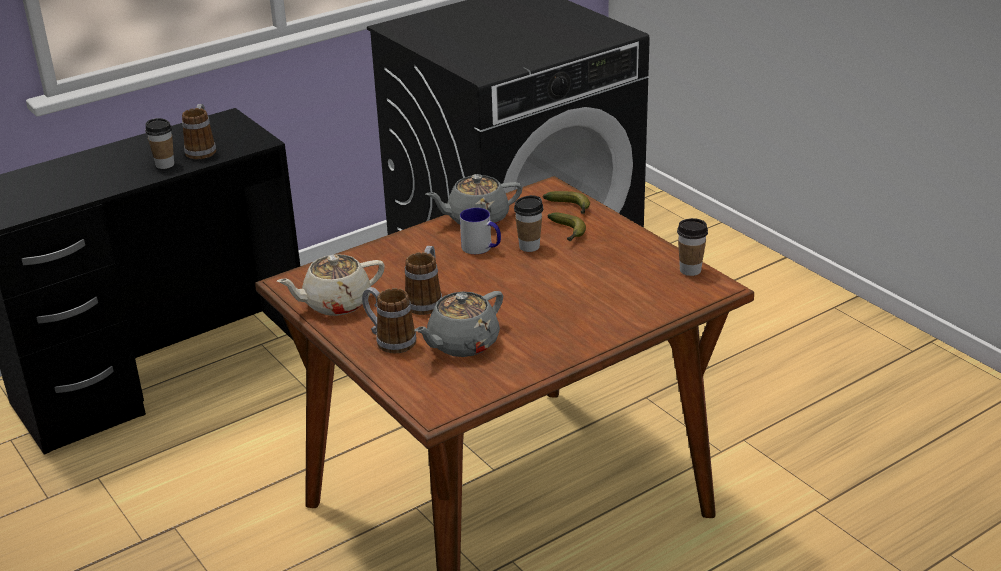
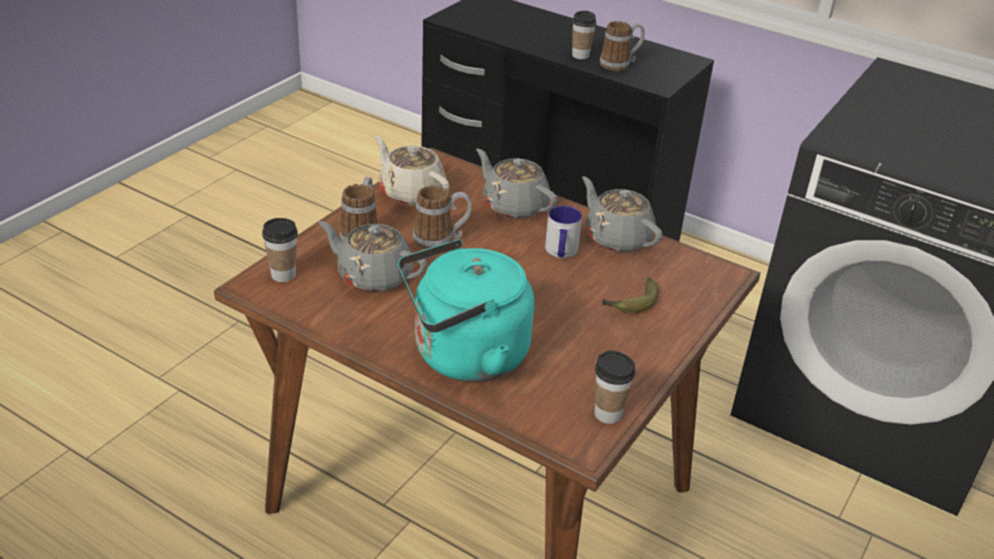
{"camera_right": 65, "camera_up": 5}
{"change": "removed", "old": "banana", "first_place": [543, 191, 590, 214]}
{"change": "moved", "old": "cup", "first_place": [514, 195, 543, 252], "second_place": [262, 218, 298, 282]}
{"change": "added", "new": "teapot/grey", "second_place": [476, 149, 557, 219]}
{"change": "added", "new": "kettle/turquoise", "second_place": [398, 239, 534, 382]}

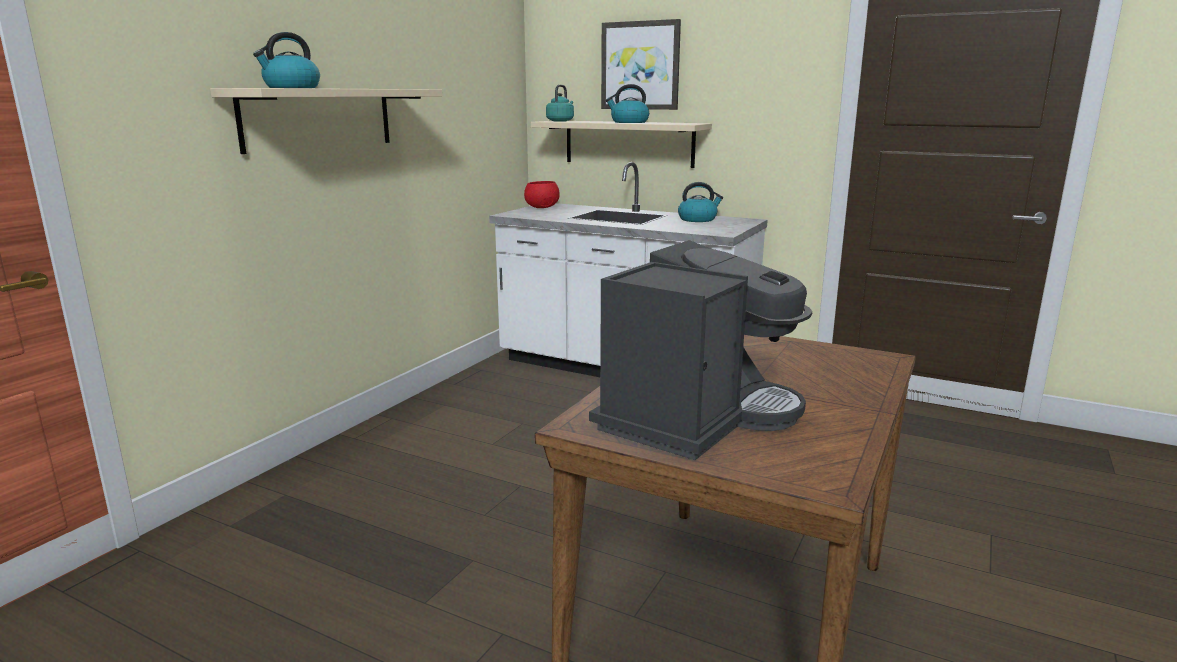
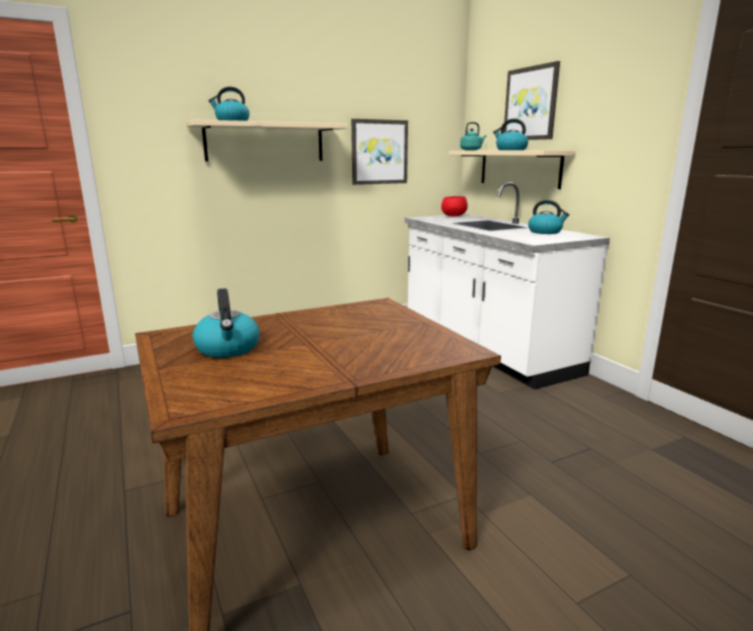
{"camera_right": 35, "camera_up": 0}
{"change": "replaced", "old": "coffee machine", "new": "kettle", "first_place": [589, 240, 812, 460], "second_place": [192, 288, 260, 358]}
{"change": "added", "new": "picture", "second_place": [351, 119, 408, 185]}

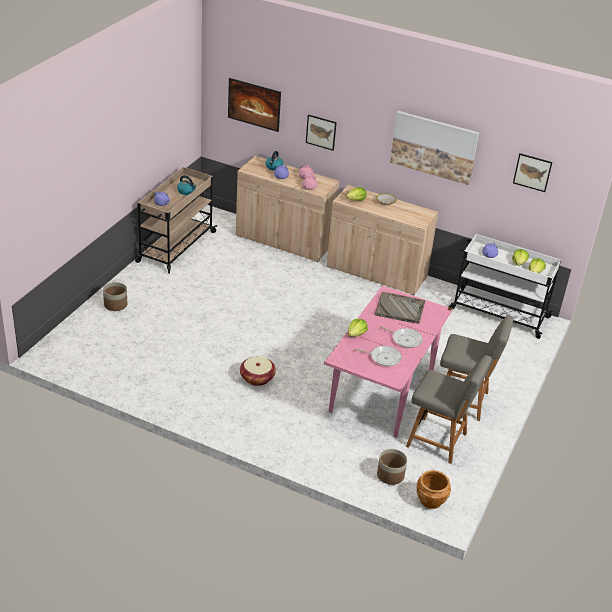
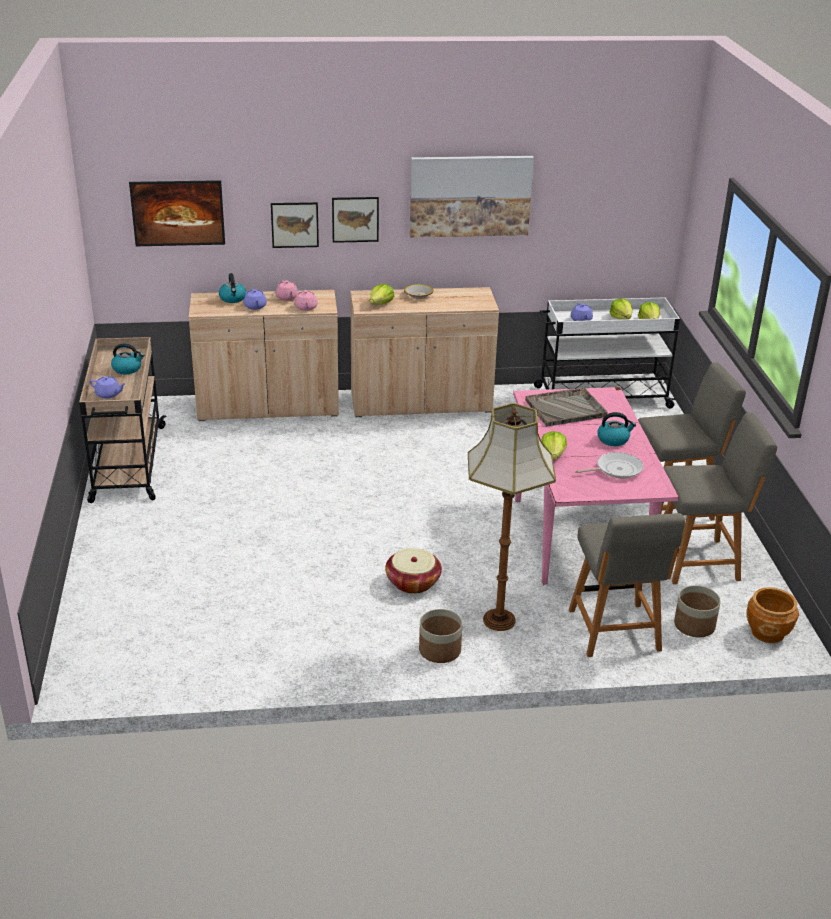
{"camera_right": -30, "camera_up": -5}
{"change": "moved", "old": "picture", "first_place": [513, 153, 552, 192], "second_place": [332, 197, 379, 243]}
{"change": "moved", "old": "planter", "first_place": [103, 282, 127, 311], "second_place": [419, 609, 463, 663]}
{"change": "replaced", "old": "frying pan", "new": "kettle", "first_place": [380, 326, 423, 348], "second_place": [598, 412, 636, 446]}
{"change": "added", "new": "floor lamp", "second_place": [468, 403, 556, 631]}
{"change": "added", "new": "chair/grey", "second_place": [569, 513, 685, 657]}

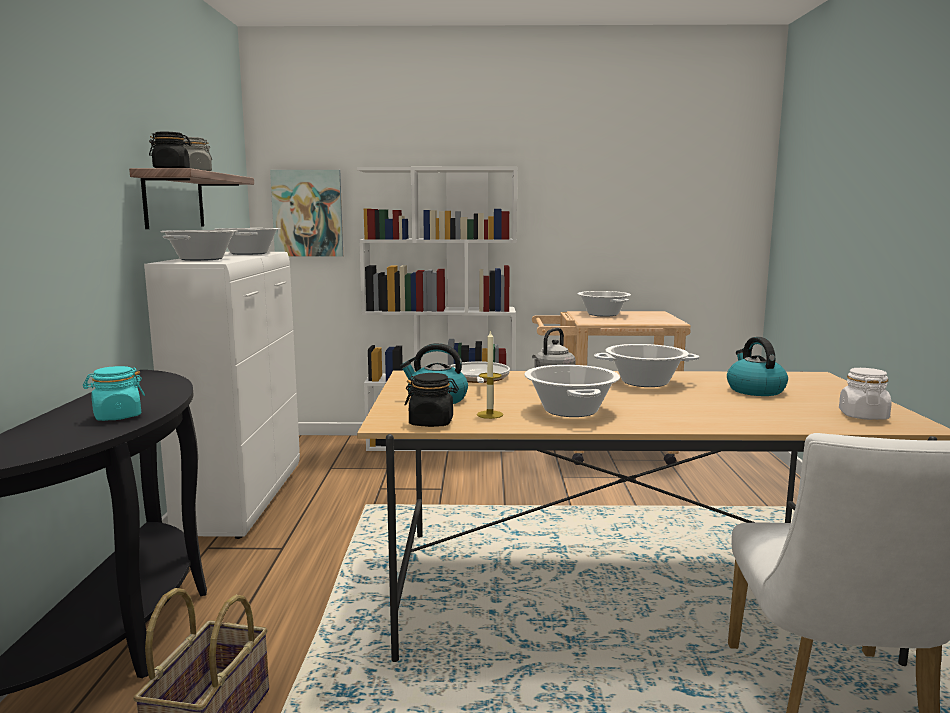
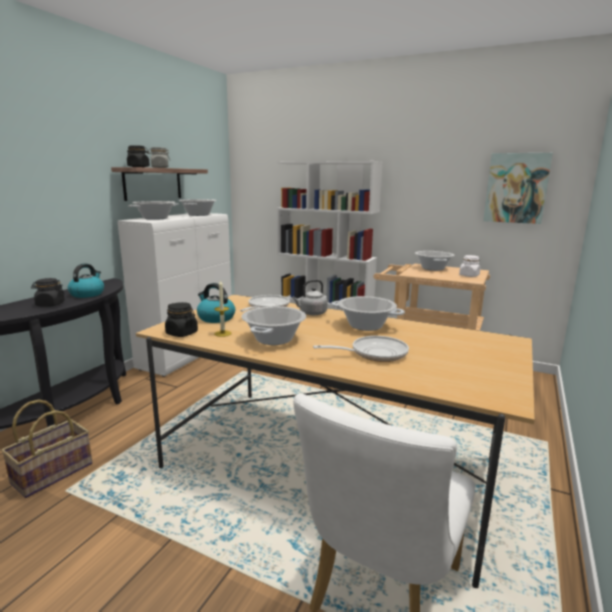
{"camera_right": 25, "camera_up": 5}
{"change": "moved", "old": "picture", "first_place": [270, 170, 343, 257], "second_place": [483, 153, 553, 224]}
{"change": "moved", "old": "kettle", "first_place": [727, 337, 788, 396], "second_place": [68, 263, 104, 298]}
{"change": "recoloured", "old": "jar/turquoise", "new": "jar/black", "first_place": [83, 366, 145, 421], "second_place": [31, 278, 65, 307]}
{"change": "moved", "old": "jar/white", "first_place": [839, 368, 892, 420], "second_place": [459, 255, 480, 277]}
{"change": "added", "new": "frying pan", "second_place": [313, 336, 409, 362]}

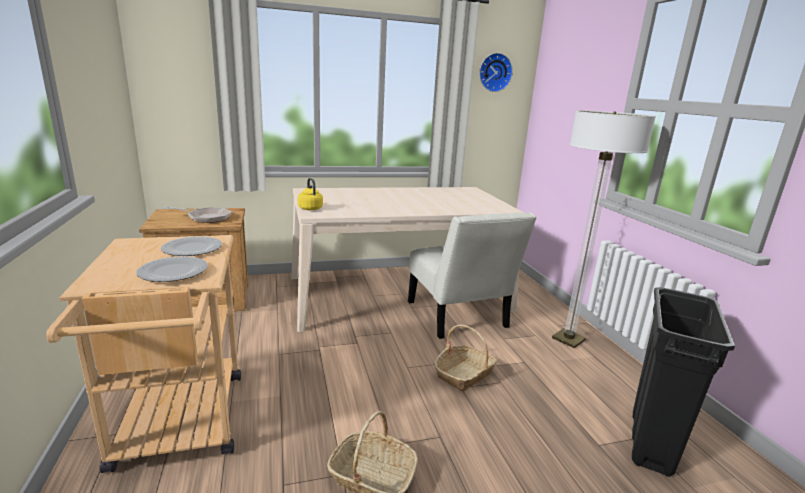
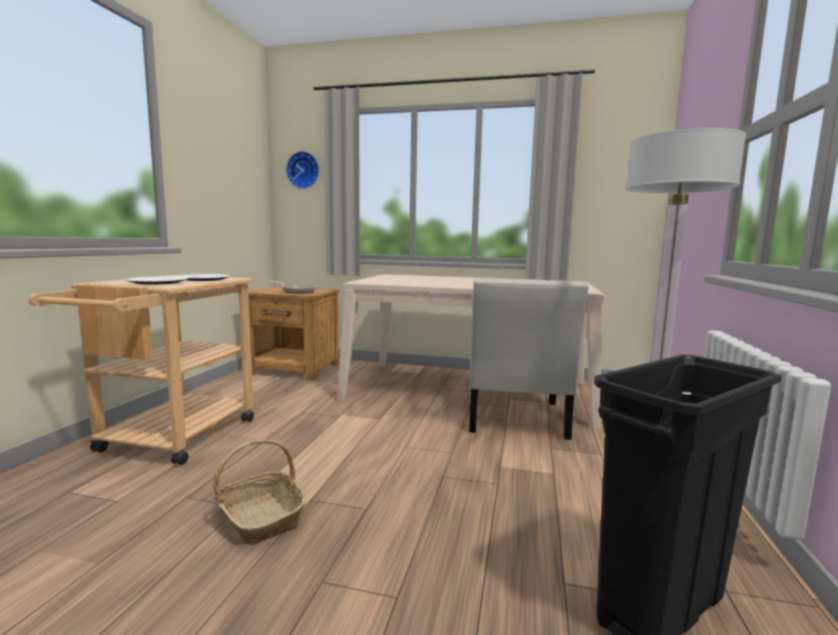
{"camera_right": 30, "camera_up": -10}
{"change": "moved", "old": "wall clock", "first_place": [479, 53, 513, 92], "second_place": [286, 151, 319, 189]}
{"change": "removed", "old": "kettle/yellow", "first_place": [298, 178, 323, 210]}
{"change": "removed", "old": "basket", "first_place": [434, 324, 497, 391]}

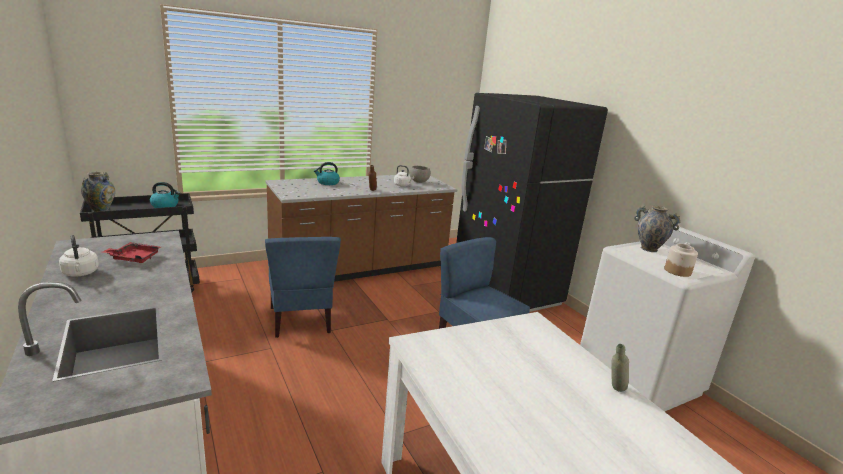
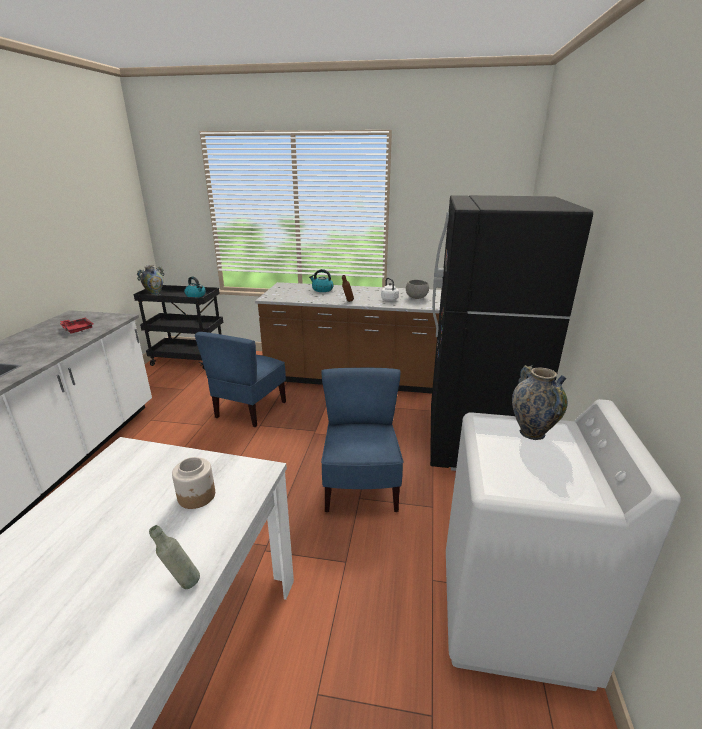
{"camera_right": 40, "camera_up": 5}
{"change": "removed", "old": "kettle/white", "first_place": [59, 235, 99, 277]}
{"change": "moved", "old": "jar", "first_place": [664, 244, 698, 277], "second_place": [172, 457, 215, 509]}

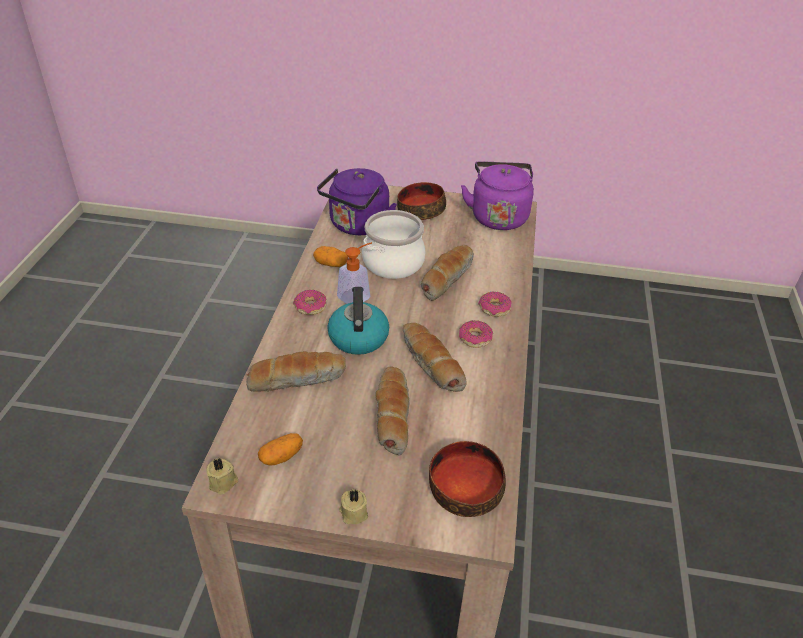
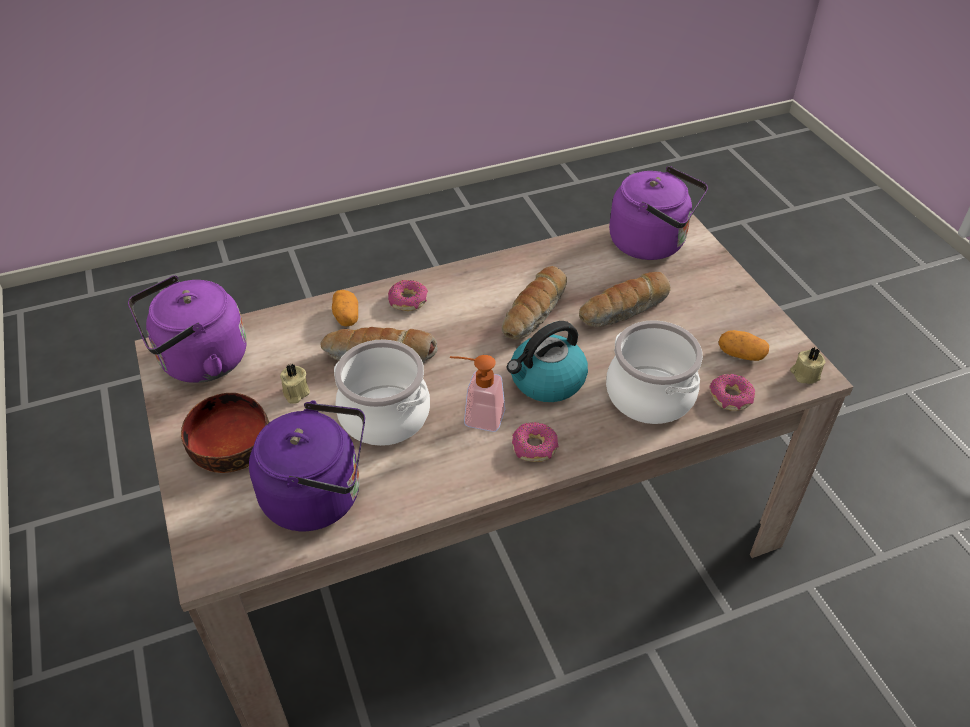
{"camera_right": -120, "camera_up": 5}
{"change": "moved", "old": "potato", "first_place": [313, 246, 348, 267], "second_place": [332, 290, 358, 327]}
{"change": "moved", "old": "donut", "first_place": [459, 320, 493, 348], "second_place": [710, 374, 755, 411]}
{"change": "replaced", "old": "bread", "new": "cooking pot", "first_place": [246, 351, 346, 392], "second_place": [606, 320, 703, 424]}
{"change": "replaced", "old": "bowl", "new": "kettle/purple", "first_place": [429, 441, 506, 517], "second_place": [609, 166, 708, 260]}
{"change": "moved", "old": "candle/beige", "first_place": [339, 489, 368, 524], "second_place": [280, 364, 310, 404]}

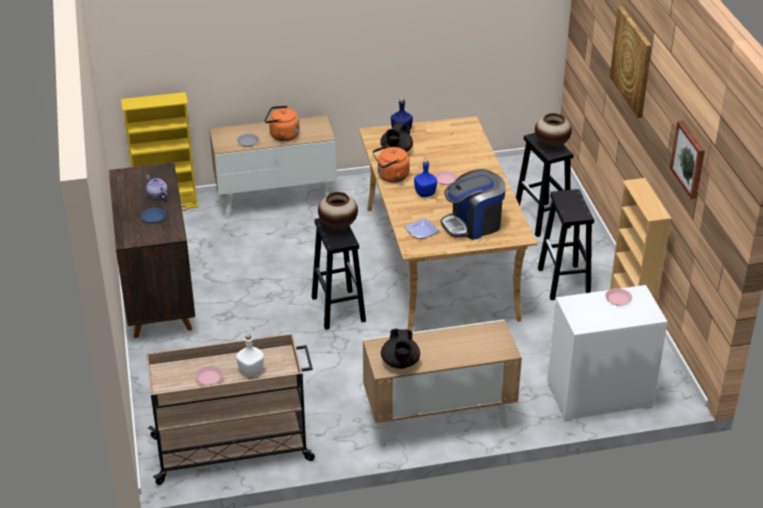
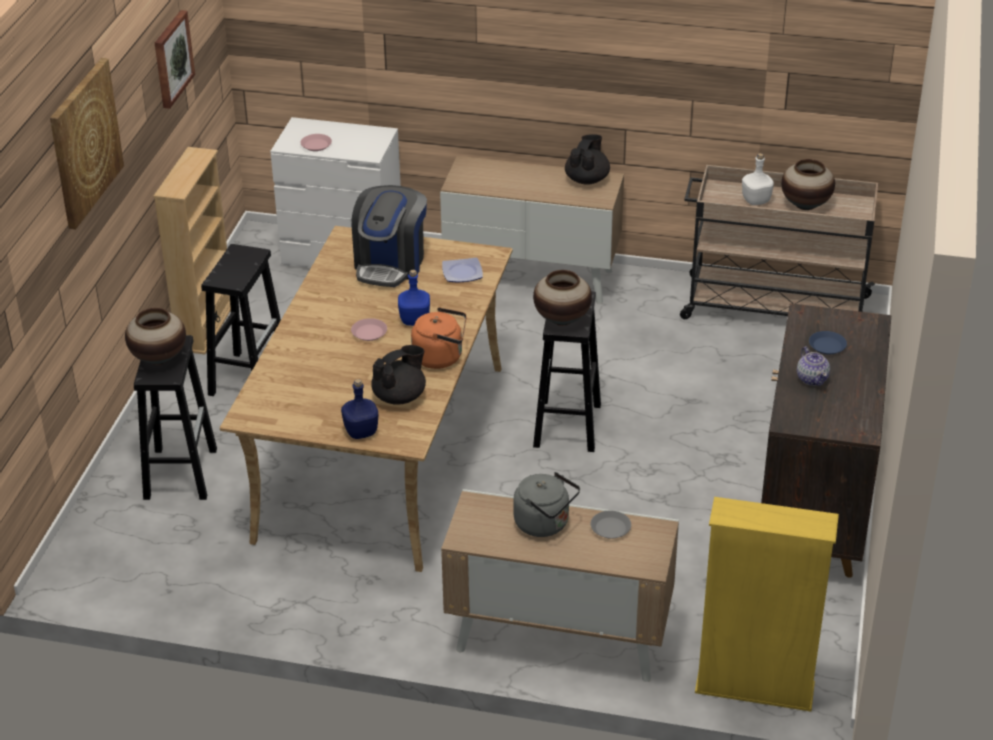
{"camera_right": -155, "camera_up": 0}
{"change": "recoloured", "old": "kettle/orange", "new": "kettle/grey", "first_place": [264, 105, 300, 141], "second_place": [513, 472, 580, 537]}
{"change": "turned", "old": "coffee machine", "first_place": [440, 169, 506, 240], "second_place": [352, 185, 427, 287], "degrees": 105}
{"change": "replaced", "old": "plate/pink", "new": "vase", "first_place": [195, 366, 223, 385], "second_place": [781, 159, 835, 210]}

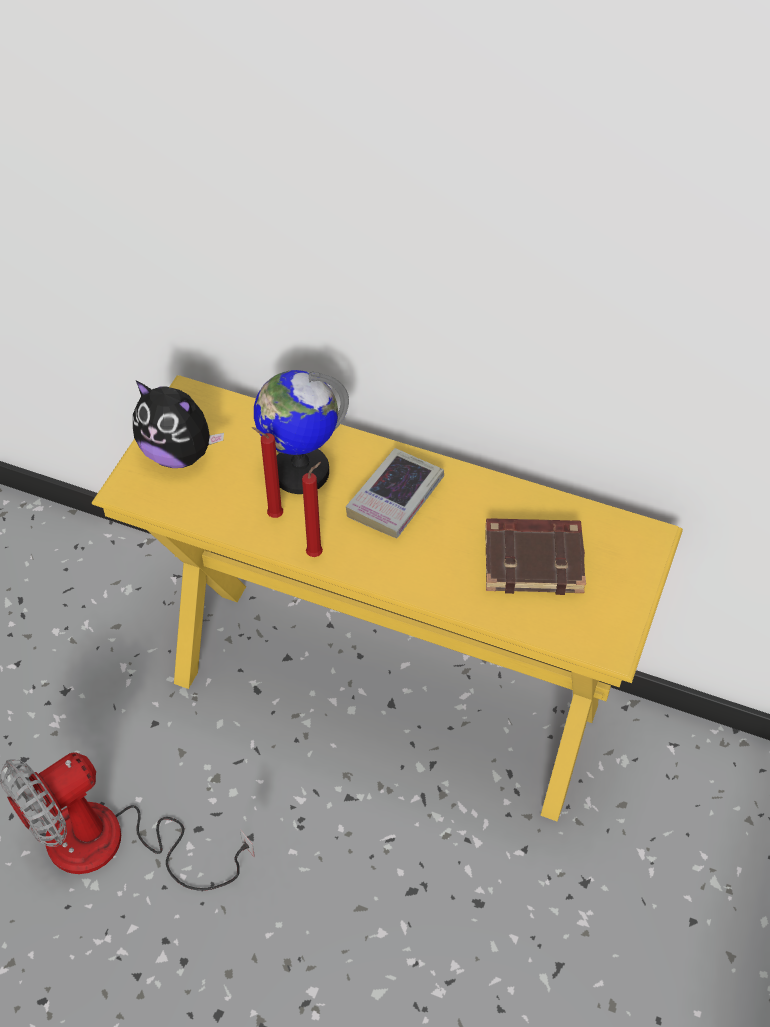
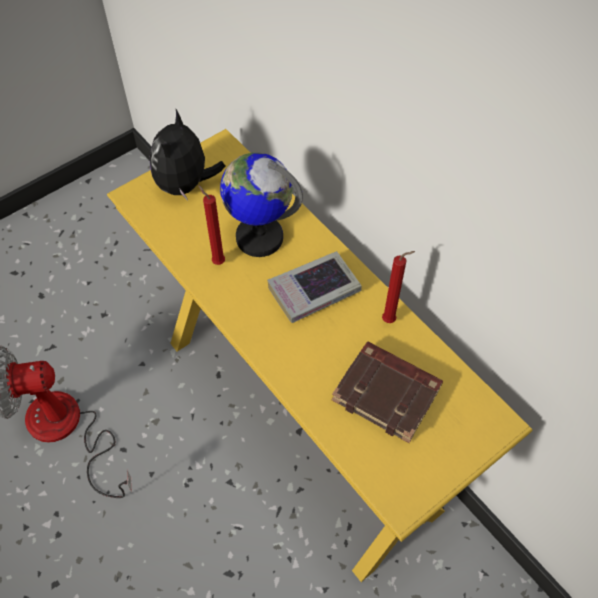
{"camera_right": 30, "camera_up": 5}
{"change": "turned", "old": "plush toy", "first_place": [133, 381, 224, 468], "second_place": [150, 109, 225, 201], "degrees": 45}
{"change": "moved", "old": "candle/red", "first_place": [302, 462, 323, 557], "second_place": [382, 251, 415, 323]}

